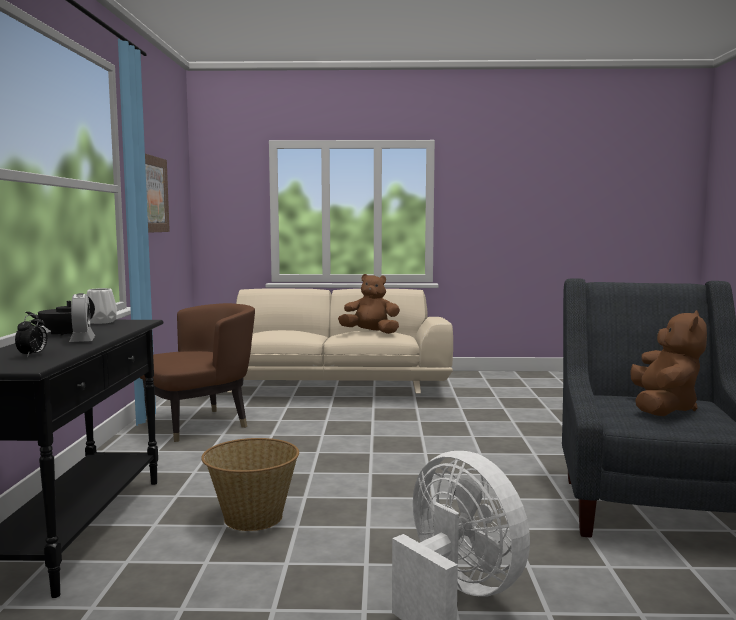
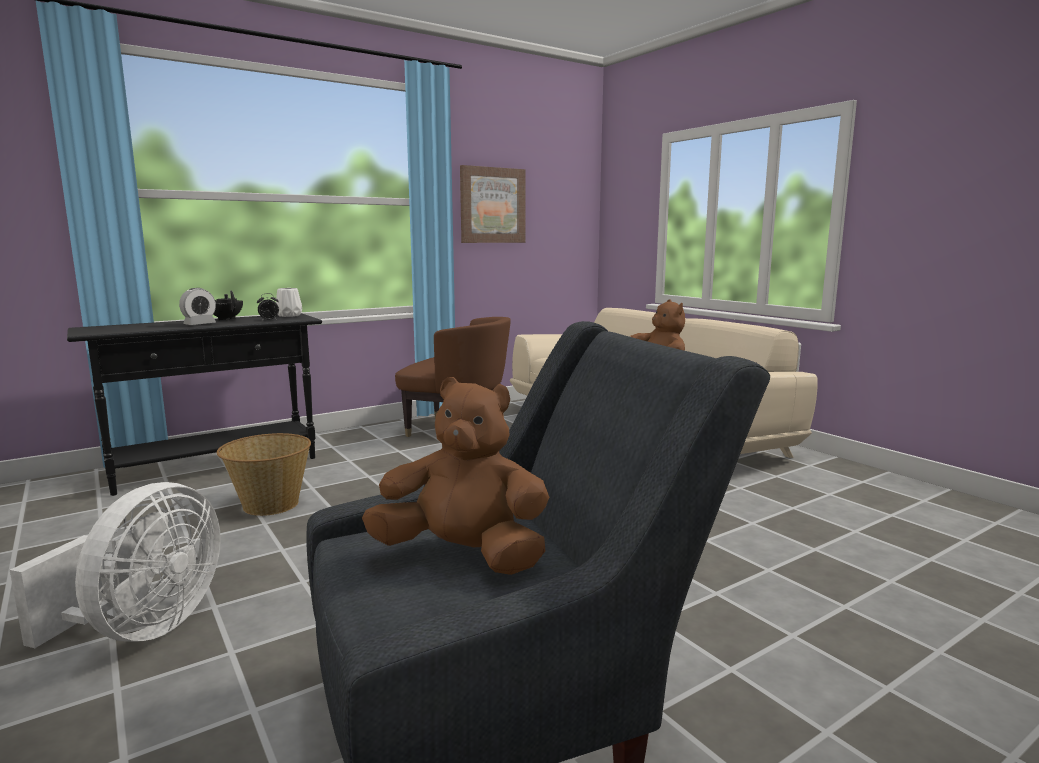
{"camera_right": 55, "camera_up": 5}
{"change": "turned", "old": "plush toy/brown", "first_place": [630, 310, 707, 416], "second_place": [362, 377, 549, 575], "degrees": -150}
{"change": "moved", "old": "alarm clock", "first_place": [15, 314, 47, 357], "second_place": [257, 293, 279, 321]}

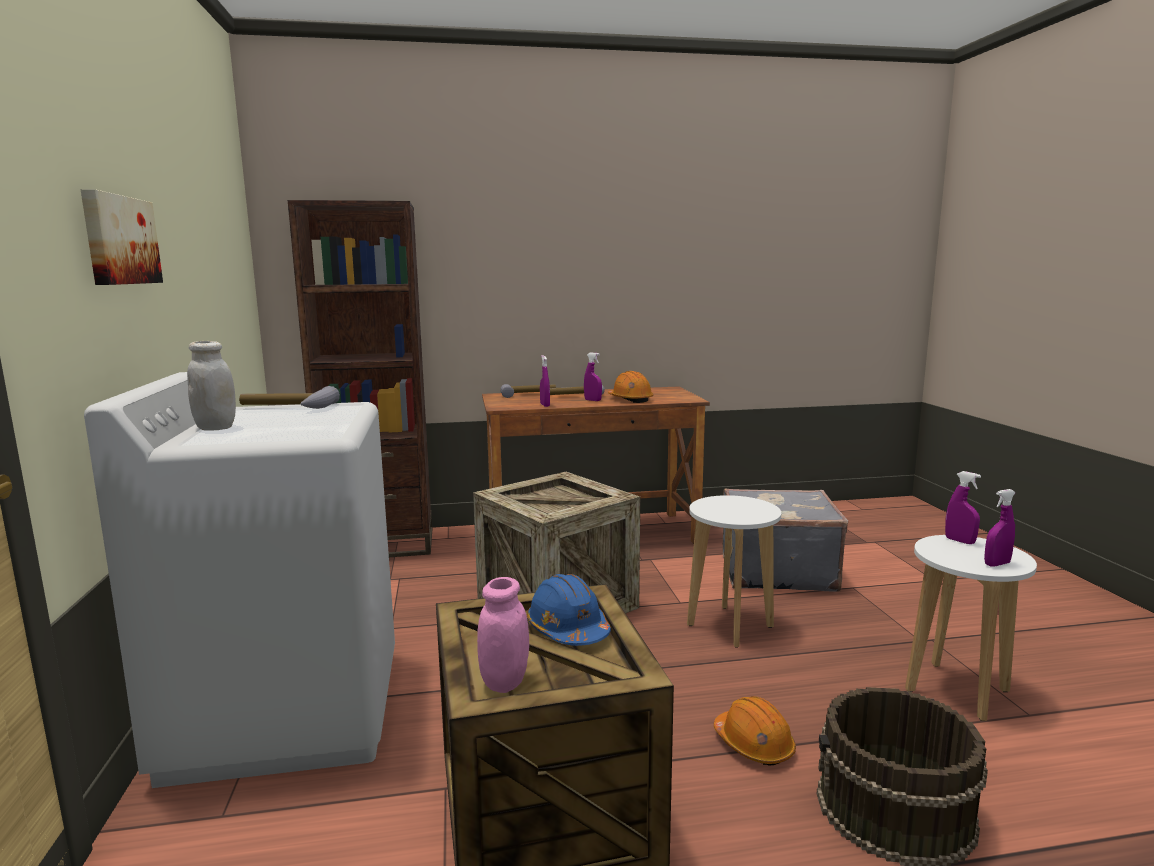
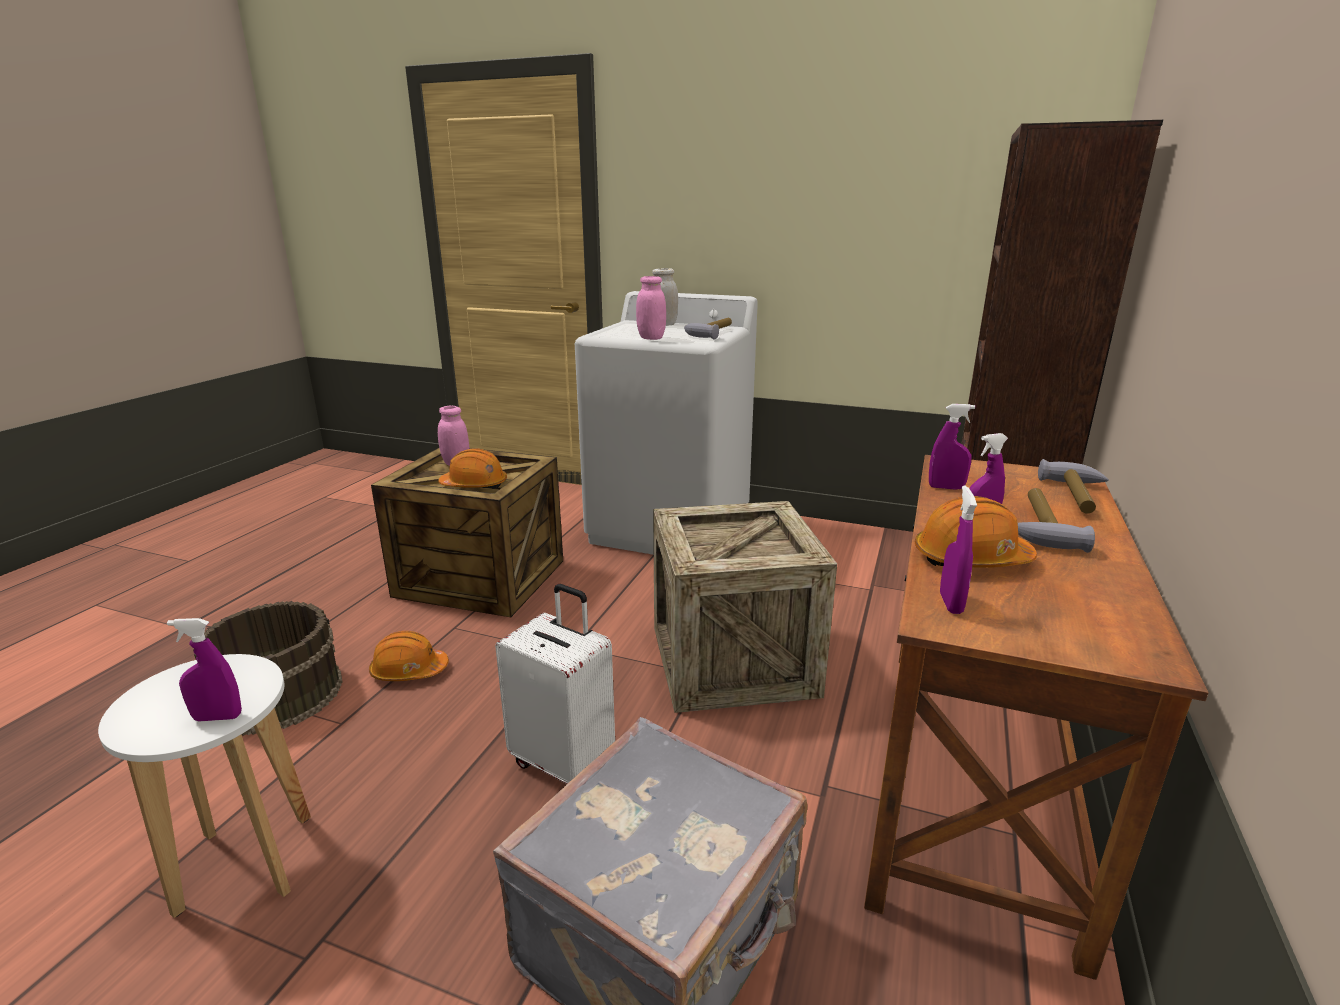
{"camera_right": 120, "camera_up": 10}
{"change": "removed", "old": "picture", "first_place": [81, 189, 163, 285]}
{"change": "moved", "old": "spray bottle/purple", "first_place": [984, 489, 1015, 567], "second_place": [940, 485, 977, 614]}
{"change": "replaced", "old": "stool/white", "new": "suitcase/white", "first_place": [687, 495, 781, 647], "second_place": [495, 584, 615, 784]}
{"change": "recoloured", "old": "hard hat/blue", "new": "hard hat/orange", "first_place": [527, 574, 611, 646], "second_place": [438, 448, 507, 489]}
{"change": "added", "new": "jar/pink", "second_place": [636, 276, 666, 340]}

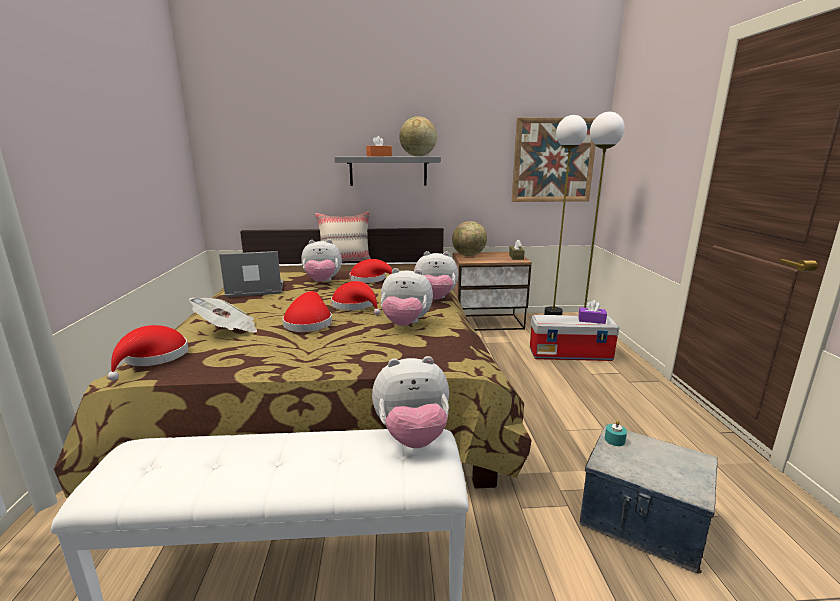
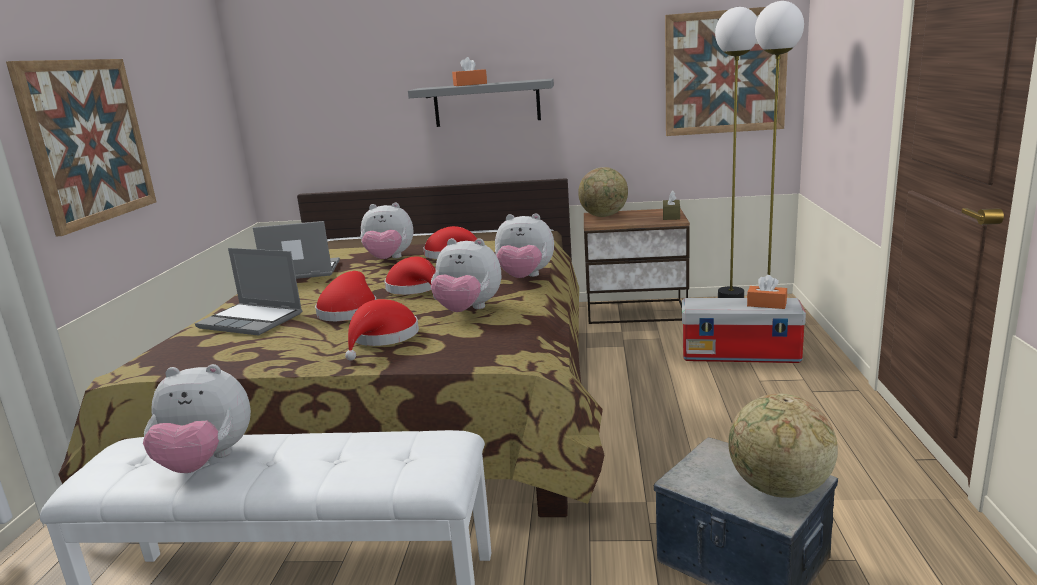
{"camera_right": 10, "camera_up": 0}
{"change": "moved", "old": "globe", "first_place": [399, 116, 437, 156], "second_place": [728, 393, 838, 498]}
{"change": "removed", "old": "pillow/beige", "first_place": [315, 211, 371, 262]}
{"change": "replaced", "old": "newspaper", "new": "laptop", "first_place": [189, 298, 257, 332], "second_place": [195, 248, 302, 336]}
{"change": "recoloured", "old": "tissue box/purple", "new": "tissue box/orange", "first_place": [578, 300, 607, 324], "second_place": [747, 275, 787, 309]}
{"change": "moved", "old": "hat/red", "first_place": [108, 325, 188, 381], "second_place": [345, 299, 419, 361]}
{"change": "moved", "old": "plush toy", "first_place": [372, 356, 449, 448], "second_place": [143, 364, 251, 473]}
{"change": "removed", "old": "candle/turquoise", "first_place": [605, 420, 627, 446]}
{"change": "added", "new": "picture", "second_place": [6, 59, 156, 236]}

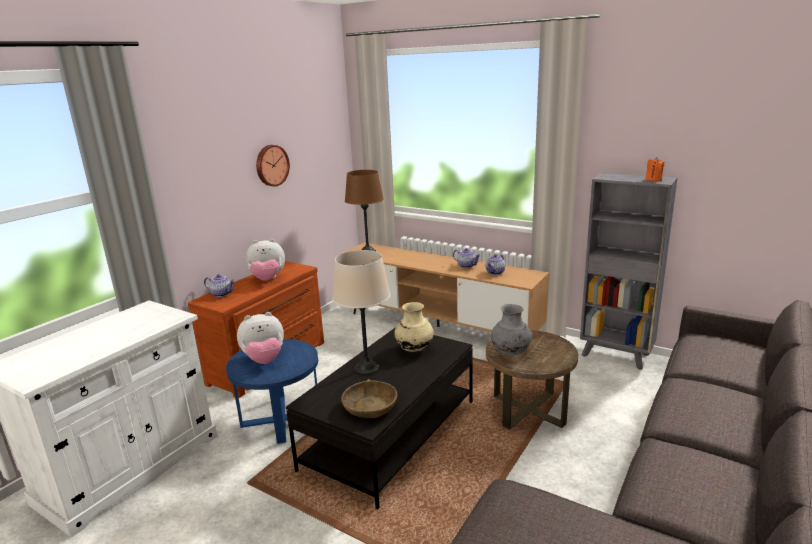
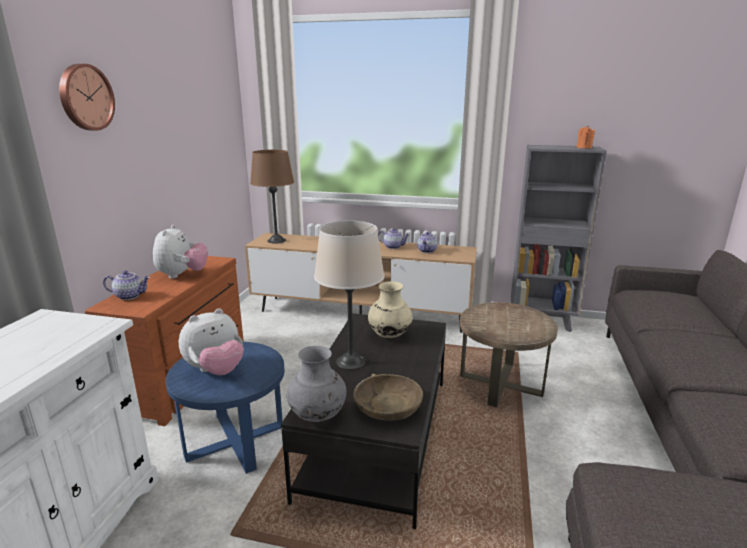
{"camera_right": -20, "camera_up": 0}
{"change": "moved", "old": "wall clock", "first_place": [256, 145, 290, 186], "second_place": [59, 64, 115, 131]}
{"change": "turned", "old": "plush toy", "first_place": [246, 239, 285, 281], "second_place": [153, 225, 208, 279], "degrees": -60}
{"change": "moved", "old": "vase/grey", "first_place": [491, 304, 532, 355], "second_place": [287, 346, 347, 422]}

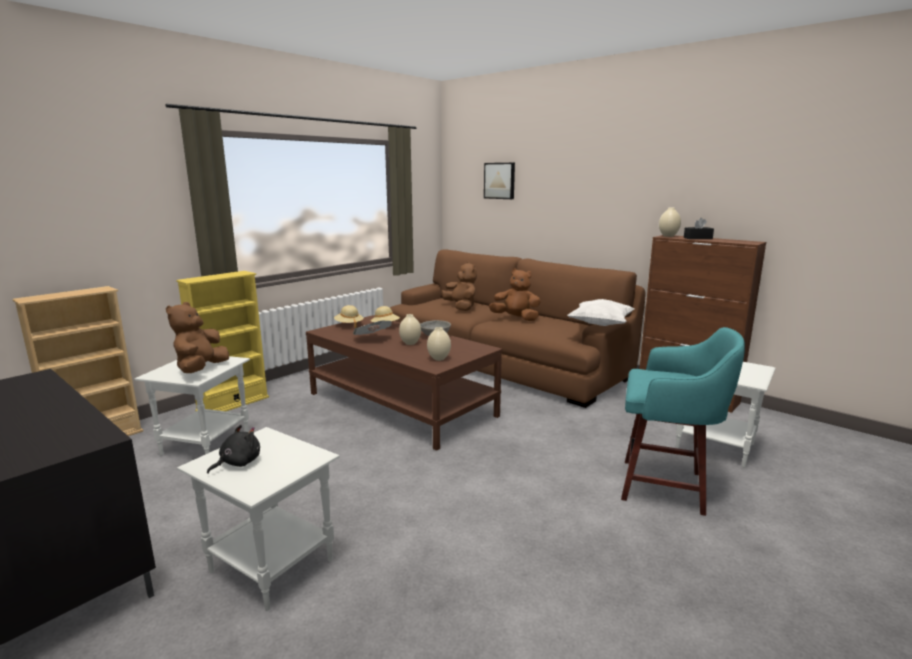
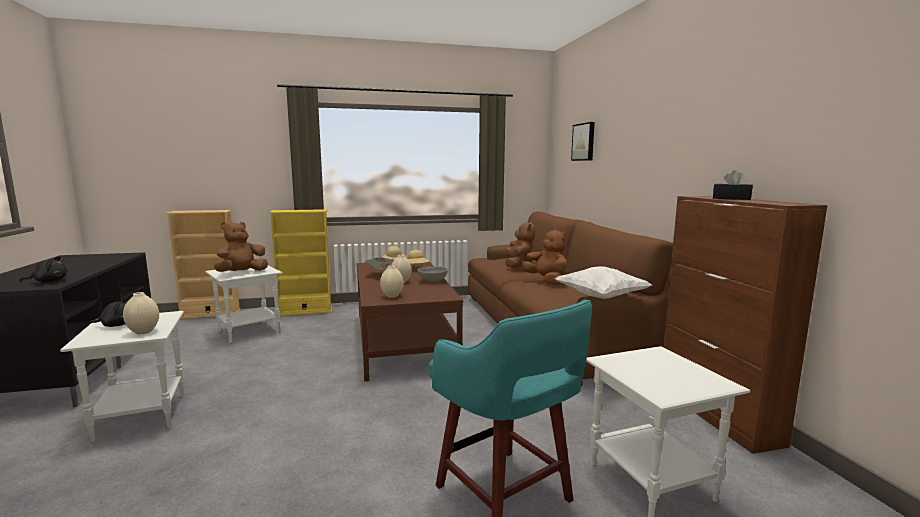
{"camera_right": 35, "camera_up": -5}
{"change": "moved", "old": "vase/beige", "first_place": [659, 208, 681, 237], "second_place": [123, 292, 159, 334]}
{"change": "added", "new": "plush toy/black", "second_place": [19, 256, 68, 283]}

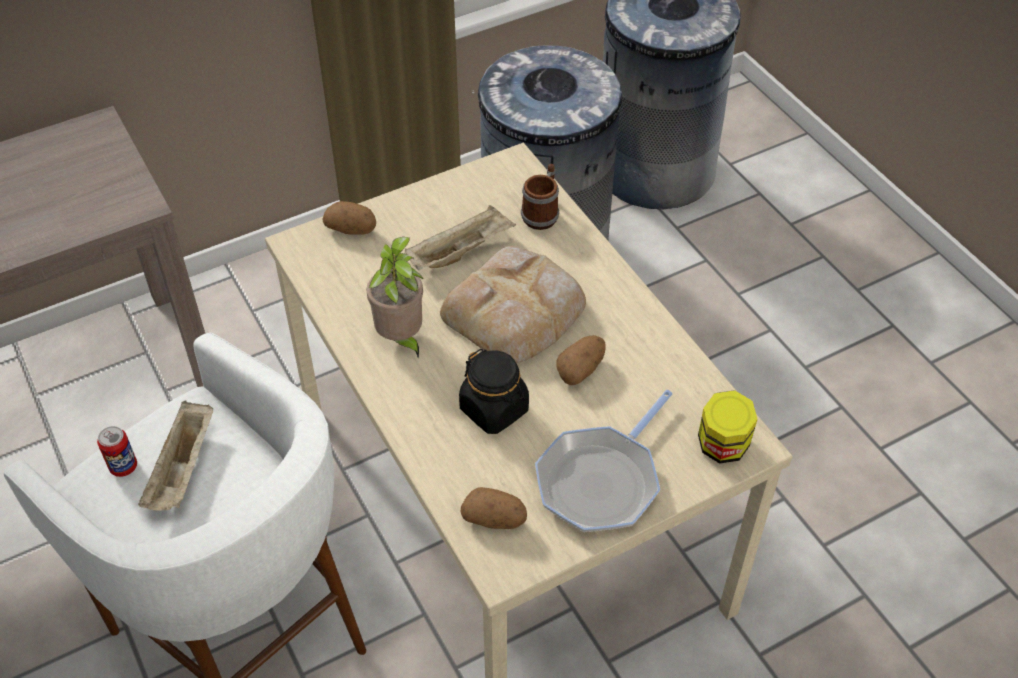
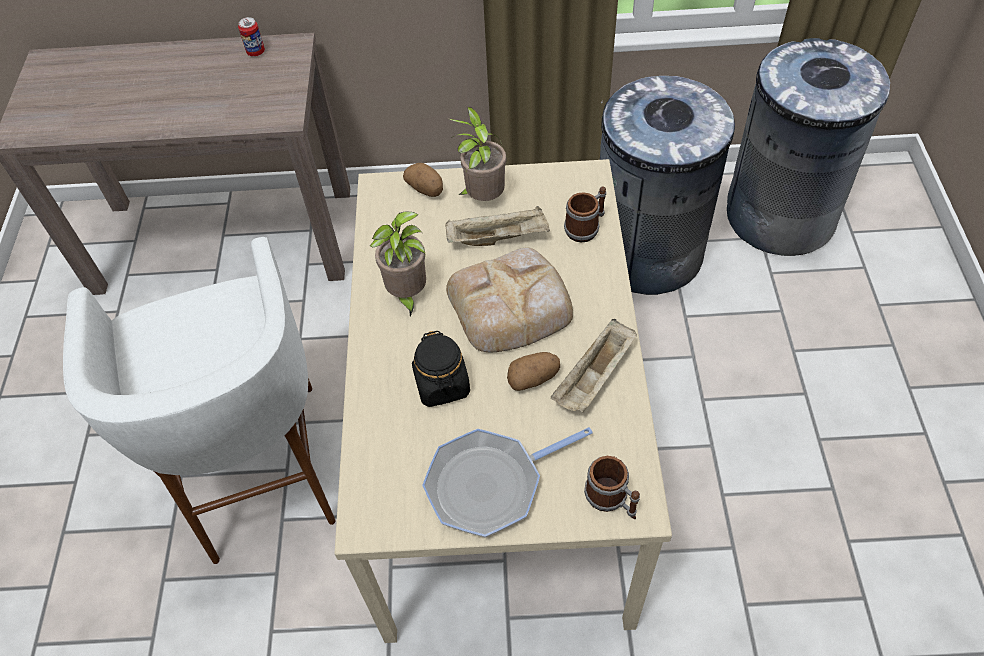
{"camera_right": 30, "camera_up": 5}
{"change": "replaced", "old": "jar", "new": "mug", "first_place": [698, 390, 757, 464], "second_place": [584, 456, 640, 519]}
{"change": "moved", "old": "tray/beige", "first_place": [138, 400, 213, 511], "second_place": [551, 319, 637, 413]}
{"change": "moved", "old": "can", "first_place": [97, 426, 137, 477], "second_place": [238, 17, 265, 57]}
{"change": "removed", "old": "potato", "first_place": [461, 487, 527, 529]}
{"change": "added", "new": "potted plant", "second_place": [449, 107, 506, 201]}

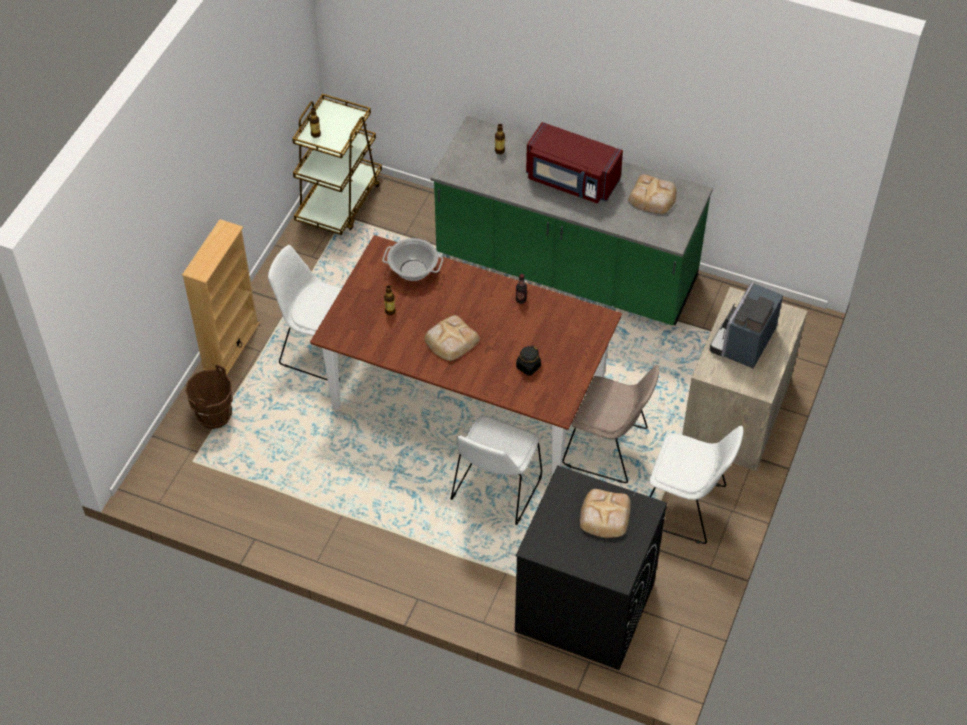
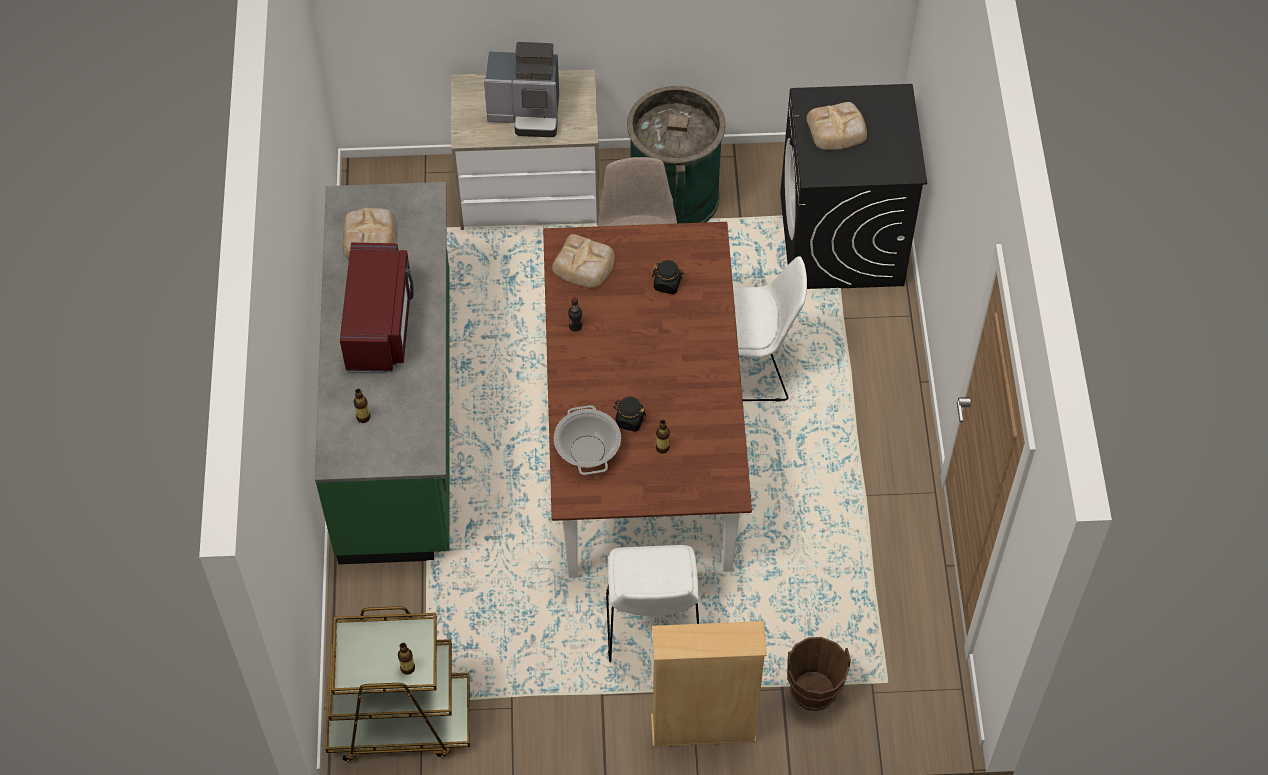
{"camera_right": -115, "camera_up": 5}
{"change": "moved", "old": "bread", "first_place": [424, 315, 480, 361], "second_place": [552, 234, 615, 288]}
{"change": "replaced", "old": "chair/white", "new": "trash can/green", "first_place": [650, 426, 744, 544], "second_place": [627, 86, 726, 223]}
{"change": "added", "new": "jar/black", "second_place": [613, 397, 646, 432]}

